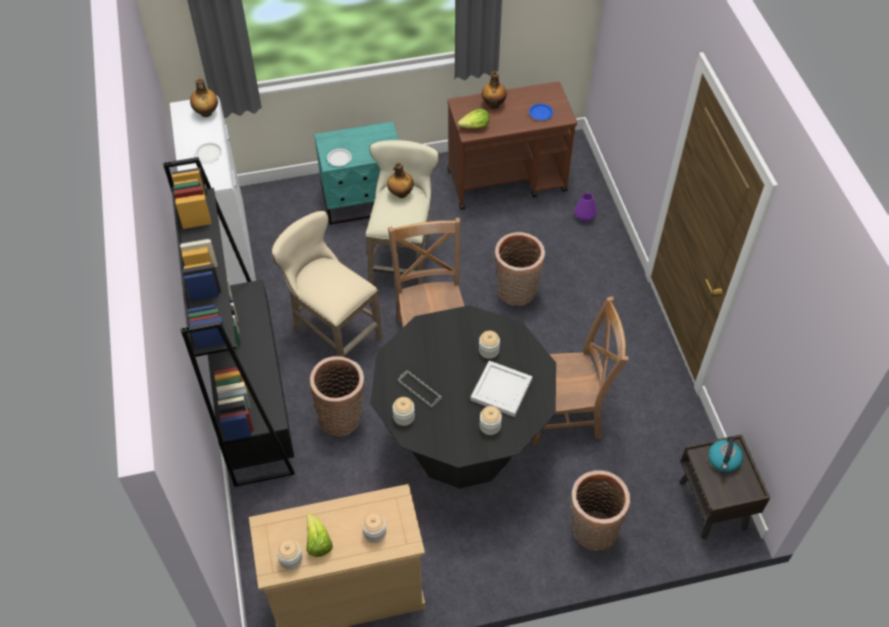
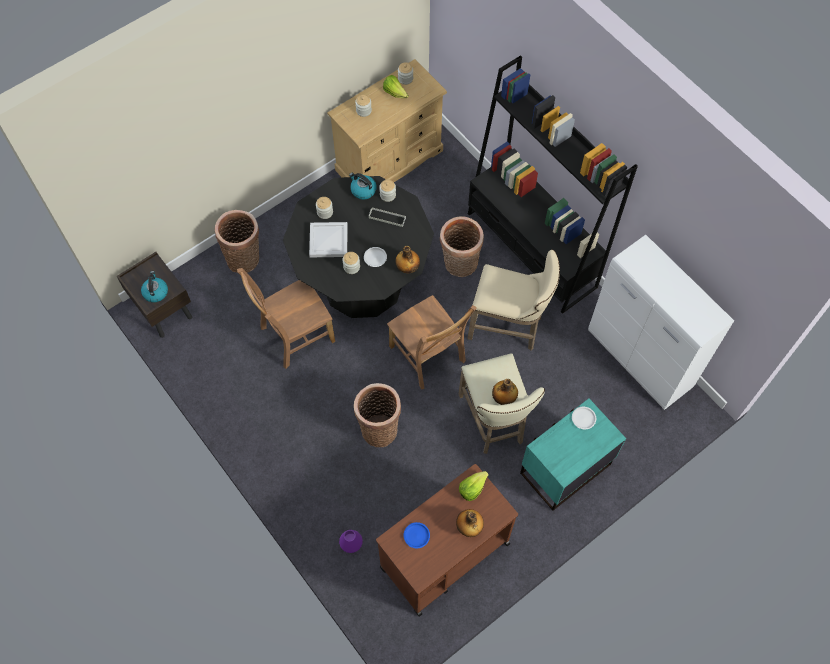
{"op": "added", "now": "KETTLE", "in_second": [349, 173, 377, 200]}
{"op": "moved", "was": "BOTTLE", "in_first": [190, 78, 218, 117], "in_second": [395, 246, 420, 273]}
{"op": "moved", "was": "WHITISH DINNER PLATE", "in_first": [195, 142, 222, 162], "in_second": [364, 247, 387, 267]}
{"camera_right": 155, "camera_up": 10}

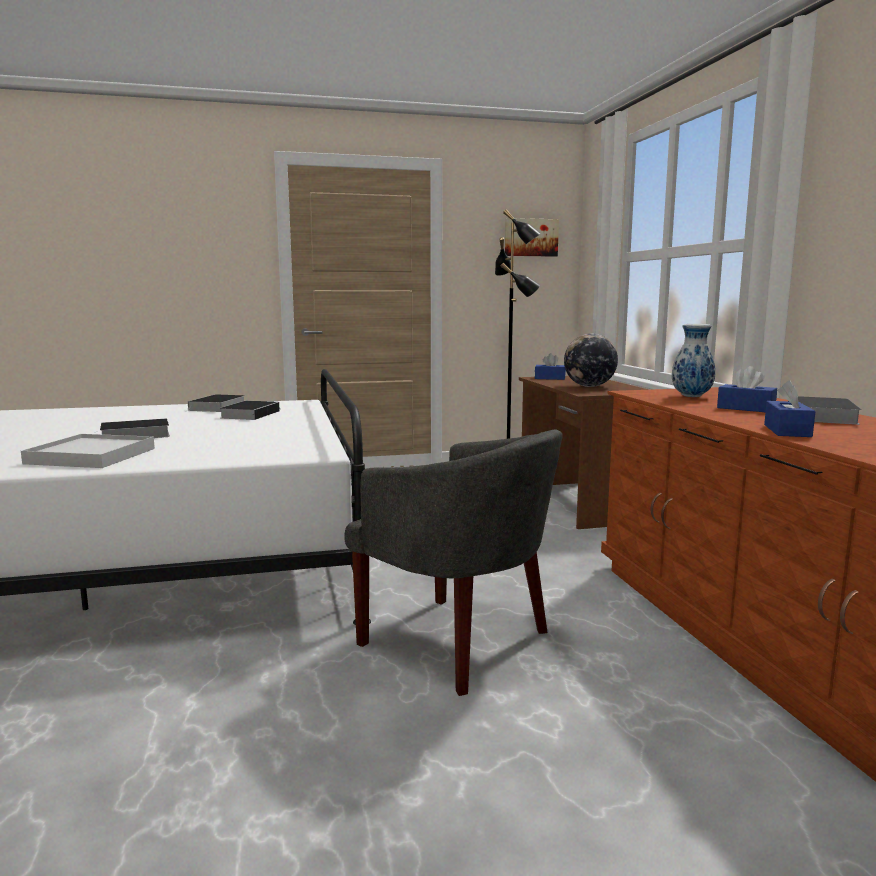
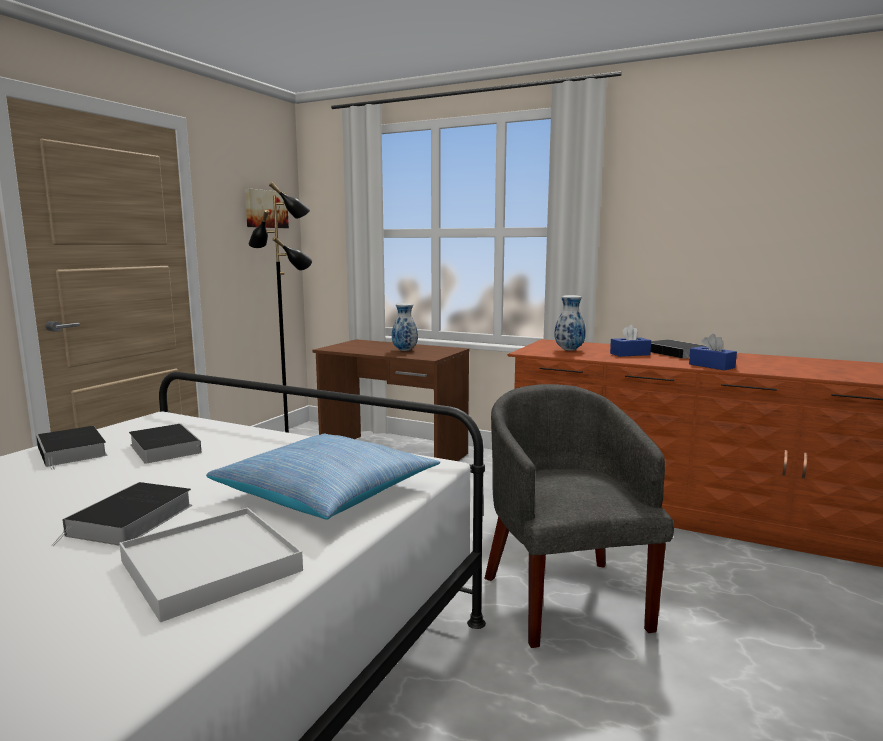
{"op": "removed", "was": "BLUE-COLOURED TISSUE HOLDER", "in_first": [535, 353, 566, 380]}
{"op": "added", "now": "PILLOW", "in_second": [206, 434, 440, 520]}
{"op": "replaced", "was": "WORLD GLOBE", "now": "FLOWER VASE", "in_first": [564, 333, 618, 387], "in_second": [392, 303, 418, 351]}
{"op": "turned", "was": "GREYISH EASY CHAIR", "in_first": [344, 430, 563, 696], "in_second": [484, 384, 674, 648], "clockwise": -90}
{"camera_right": -50, "camera_up": 0}

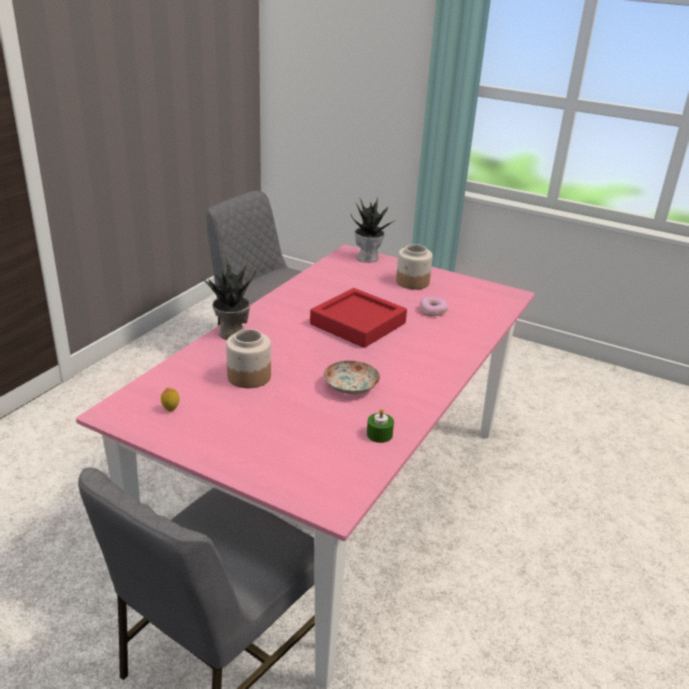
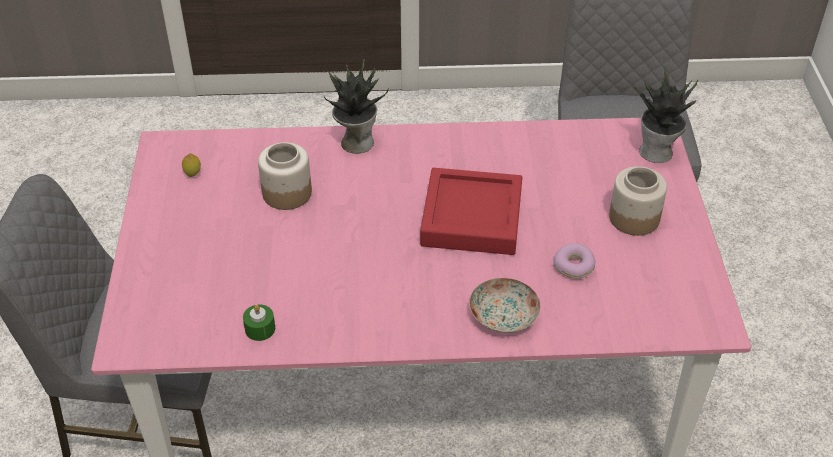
{"op": "moved", "was": "DINNER PLATE", "in_first": [323, 361, 380, 394], "in_second": [469, 278, 541, 333]}
{"camera_right": 60, "camera_up": 15}

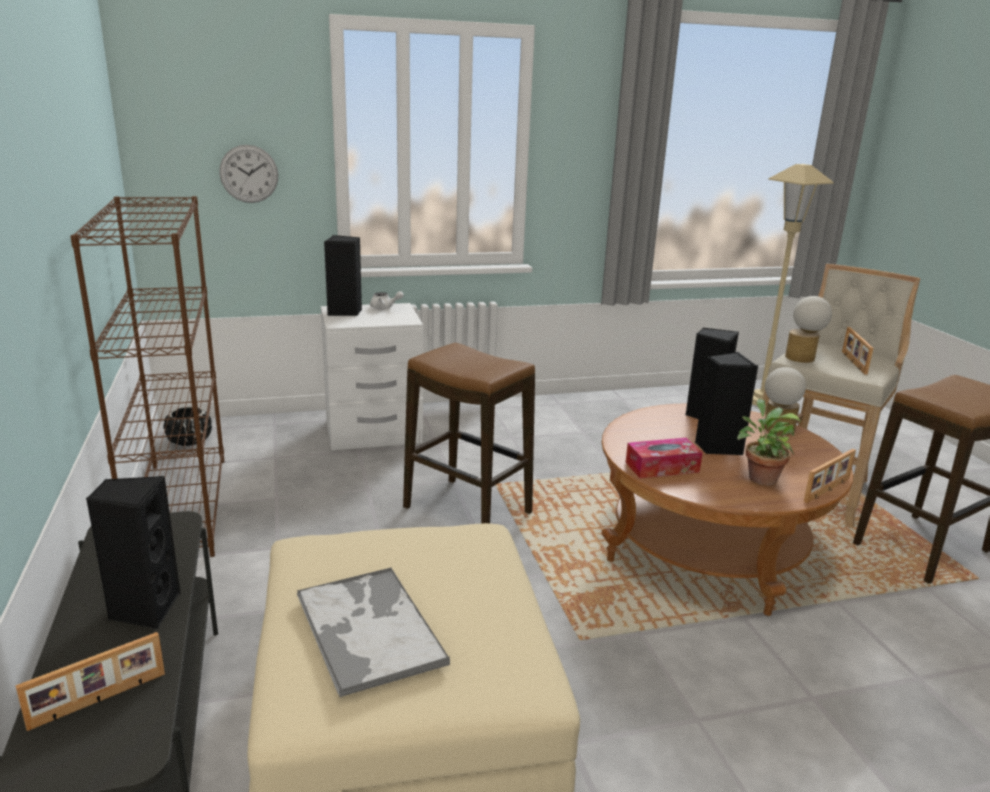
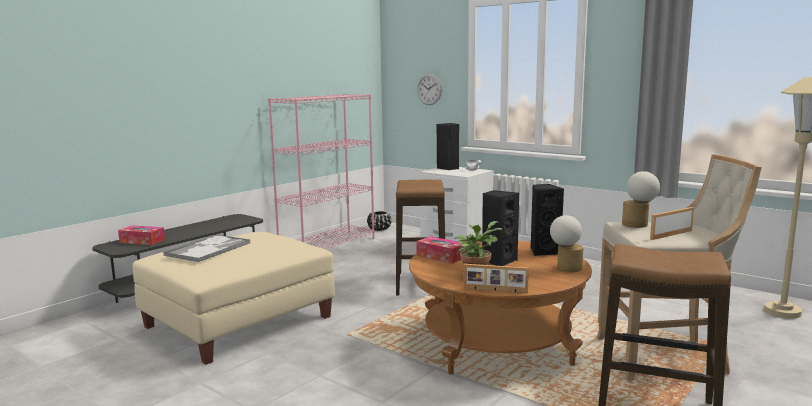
{"op": "removed", "was": "BLACK-COLOURED AUDIO SPEAKER", "in_first": [86, 476, 181, 629]}
{"op": "replaced", "was": "PHOTO FRAME", "now": "TISSUE HOLDER", "in_first": [15, 632, 165, 731], "in_second": [118, 225, 165, 245]}
{"op": "recoloured", "was": "BROWN-COLOURED BOOKCASE", "now": "PINKISH BOOKCASE", "in_first": [70, 196, 224, 557], "in_second": [268, 94, 375, 249]}
{"camera_right": 55, "camera_up": -10}

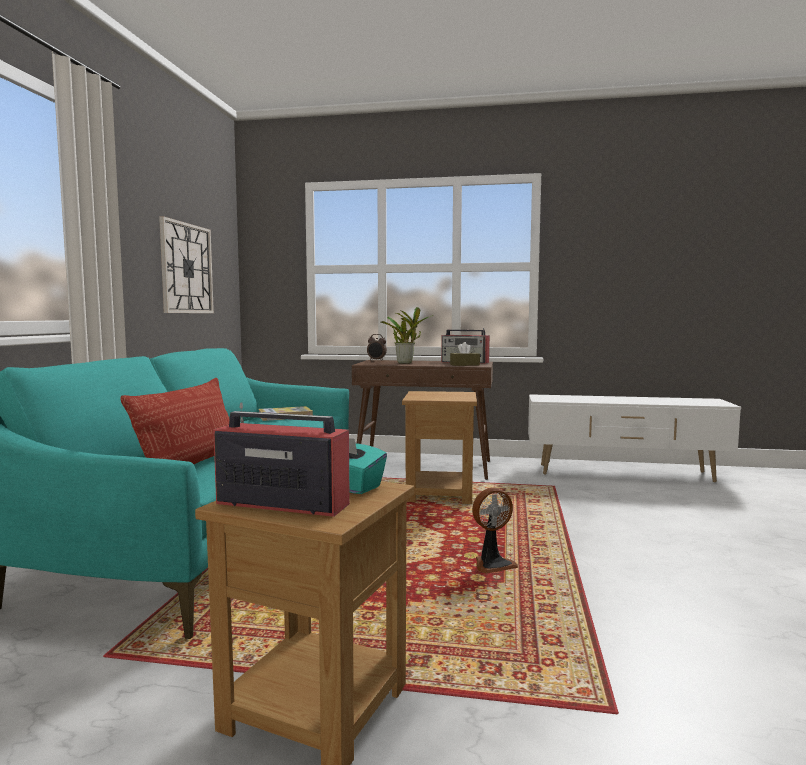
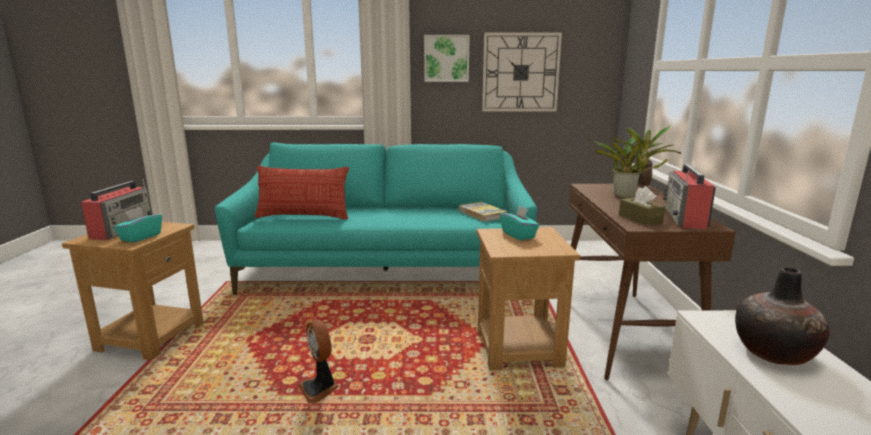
{"op": "added", "now": "PICTURE", "in_second": [424, 35, 470, 82]}
{"op": "added", "now": "TURQUOISE-COLOURED TISSUE HOLDER", "in_second": [500, 205, 540, 240]}
{"op": "added", "now": "FLOWER VASE", "in_second": [735, 267, 829, 365]}
{"camera_right": 80, "camera_up": 10}

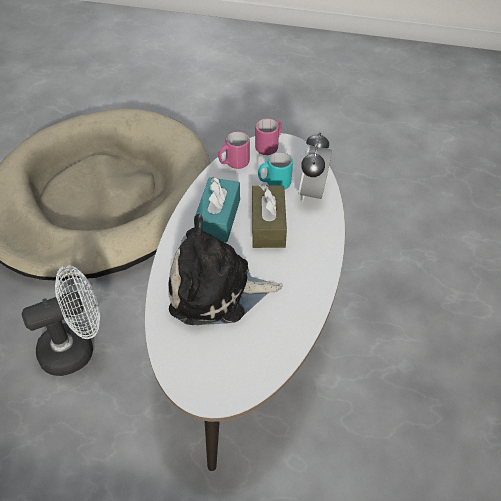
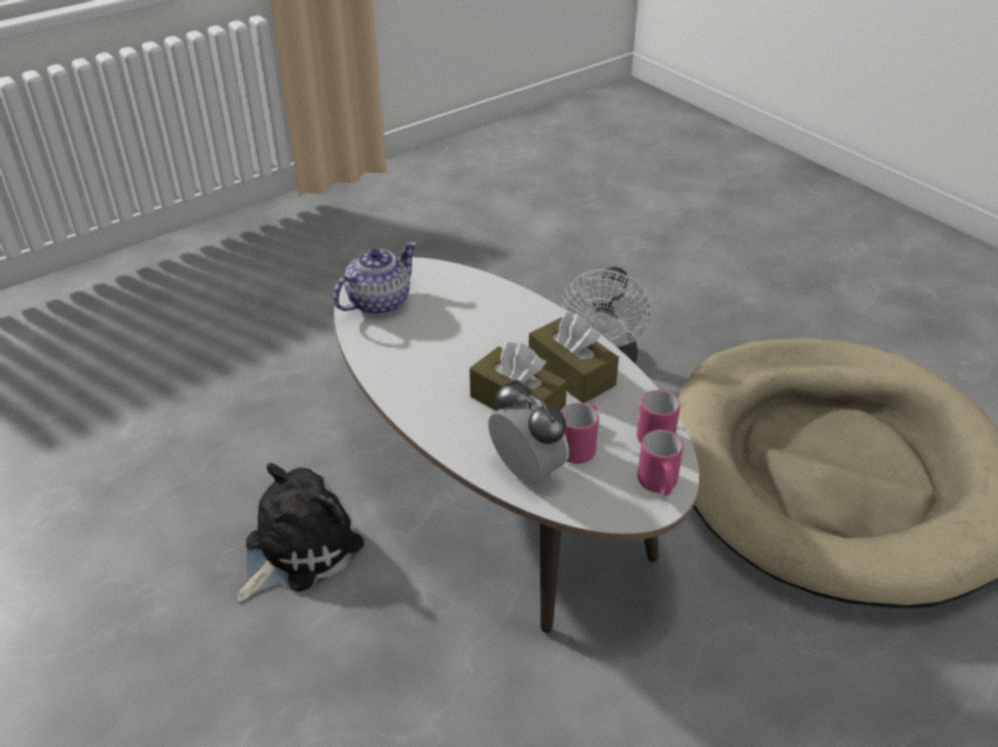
{"op": "added", "now": "TEAPOT", "in_second": [333, 241, 417, 315]}
{"op": "moved", "was": "SOFT TOY", "in_first": [168, 214, 283, 325], "in_second": [237, 463, 364, 602]}
{"op": "recoloured", "was": "TURQUOISE-COLOURED TISSUE HOLDER", "now": "BROWN-COLOURED TISSUE HOLDER", "in_first": [194, 177, 240, 242], "in_second": [529, 312, 619, 403]}
{"op": "recoloured", "was": "TURQUOISE-COLOURED MUG", "now": "PINKISH MUG", "in_first": [258, 152, 293, 189], "in_second": [560, 403, 599, 464]}
{"camera_right": 130, "camera_up": -10}

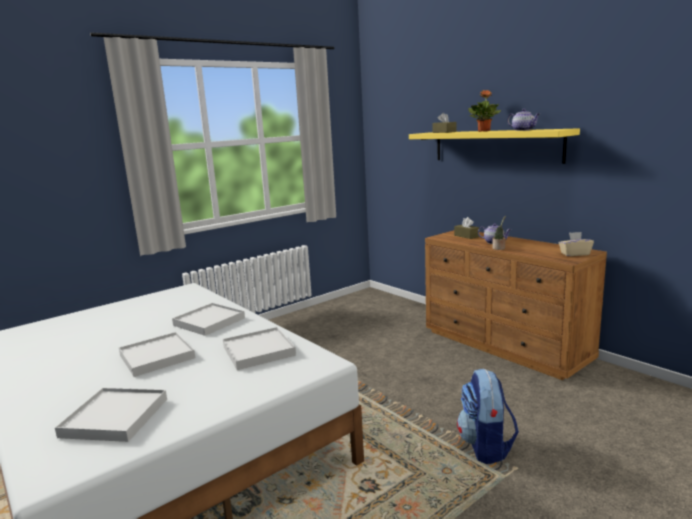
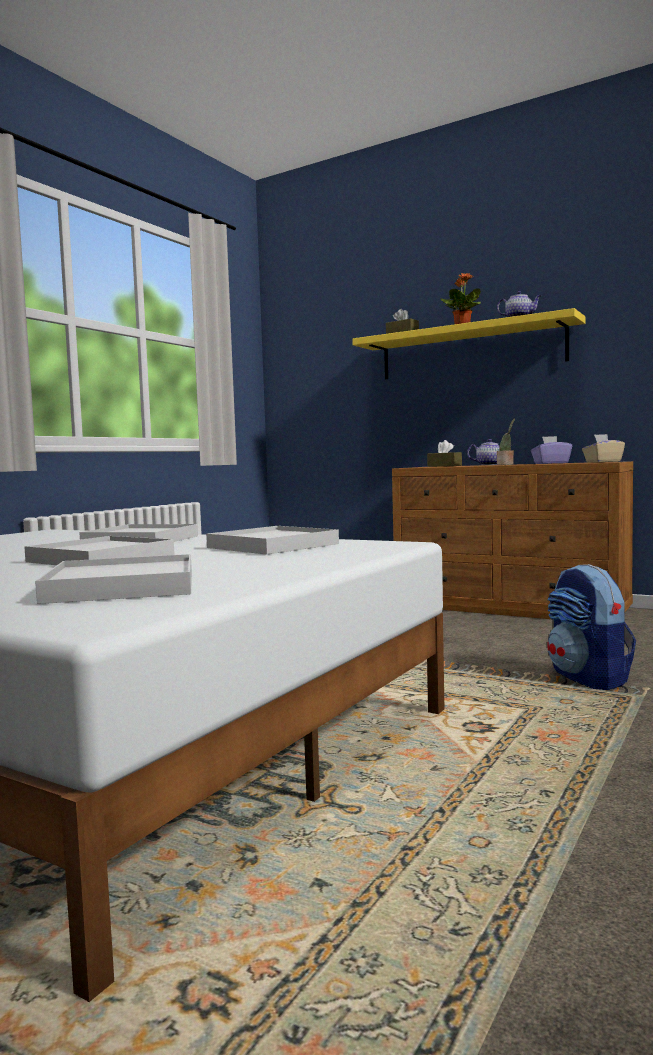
{"op": "added", "now": "PURPLE-COLOURED TISSUE HOLDER", "in_second": [531, 436, 572, 464]}
{"camera_right": -20, "camera_up": -10}

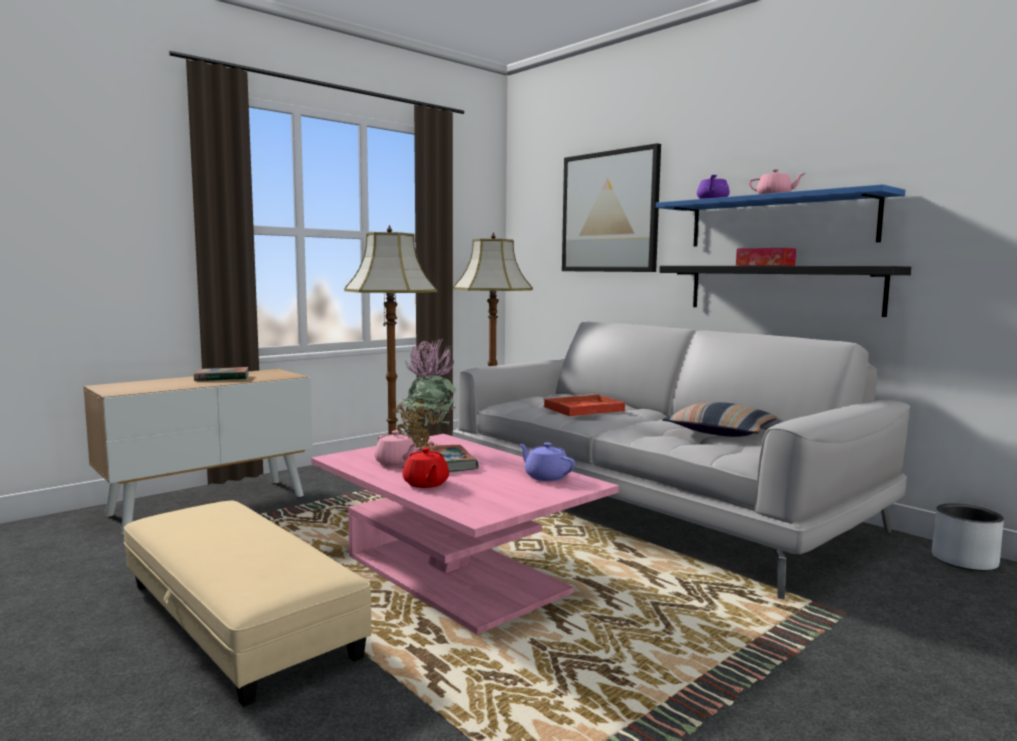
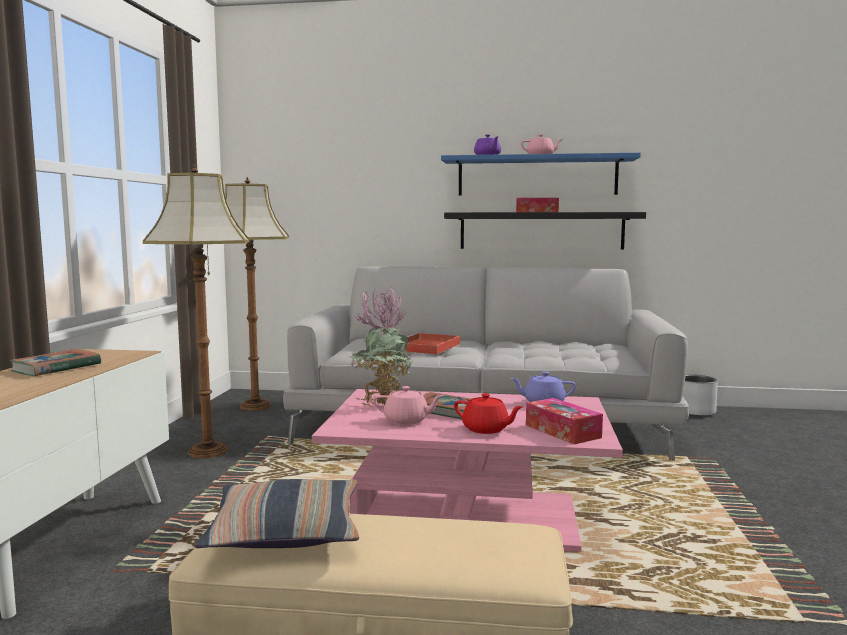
{"op": "removed", "was": "PICTURE", "in_first": [562, 143, 661, 272]}
{"op": "added", "now": "TISSUE HOLDER", "in_second": [526, 398, 603, 444]}
{"op": "moved", "was": "PILLOW", "in_first": [662, 402, 777, 437], "in_second": [195, 479, 359, 548]}
{"camera_right": -40, "camera_up": 0}

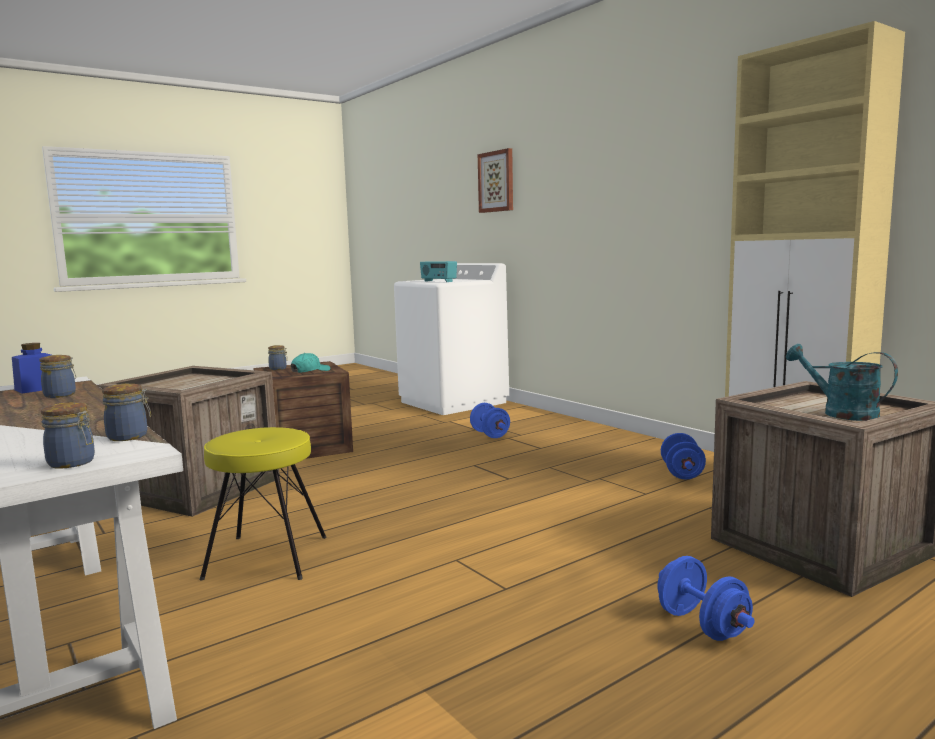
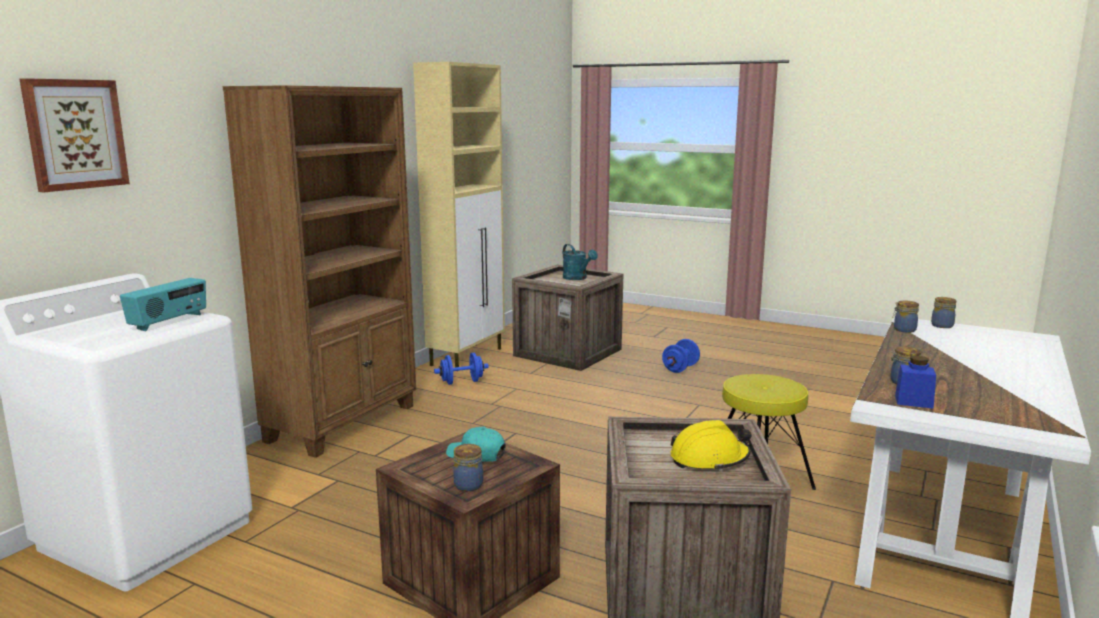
{"op": "removed", "was": "BLUE-COLOURED FREE WEIGHT", "in_first": [470, 403, 510, 438]}
{"op": "added", "now": "BROWN-COLOURED BOOKCASE", "in_second": [222, 85, 416, 458]}
{"op": "added", "now": "YELLOW-COLOURED WORK HELMET", "in_second": [671, 420, 752, 472]}
{"op": "turned", "was": "TURQUOISE-COLOURED SPRINKLING CAN", "in_first": [786, 344, 898, 421], "in_second": [563, 244, 598, 280], "clockwise": -60}
{"camera_right": -115, "camera_up": 5}

